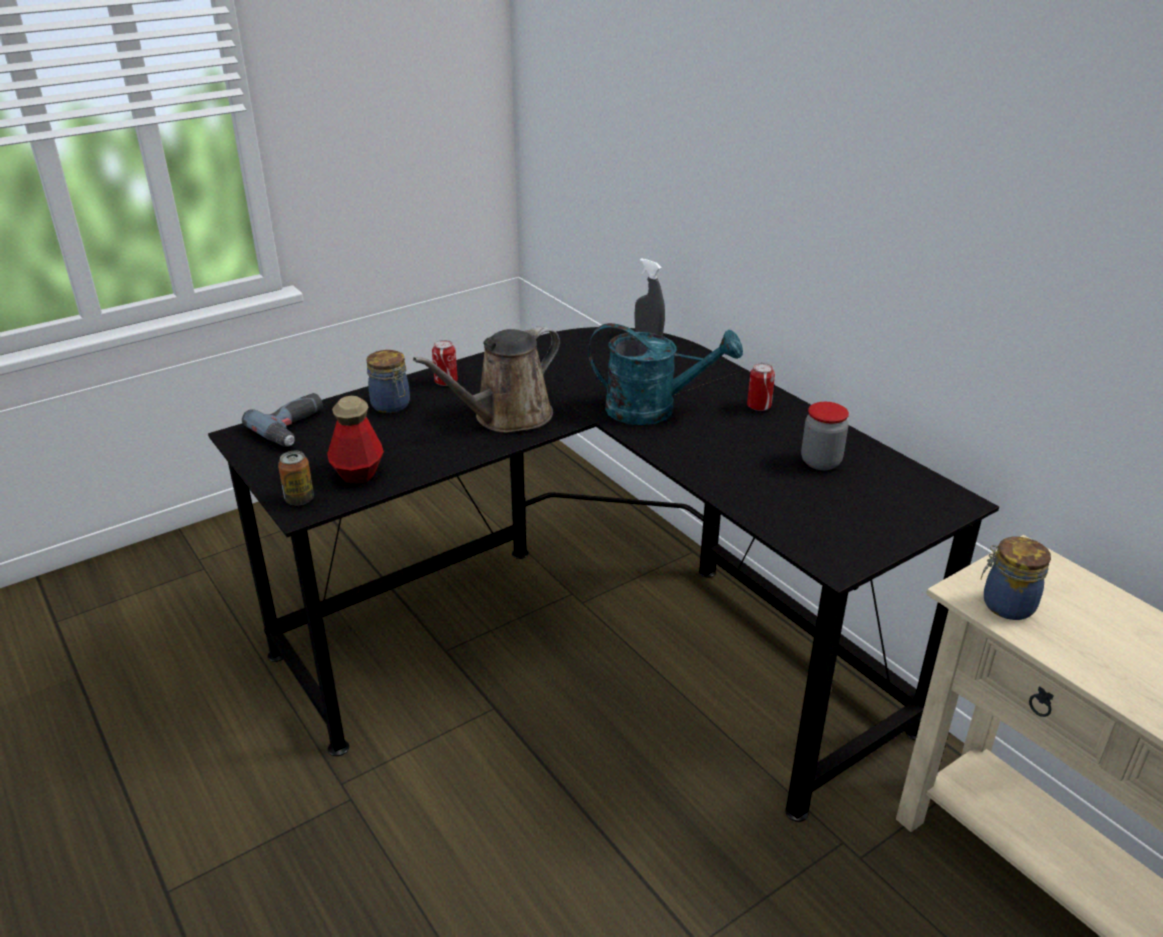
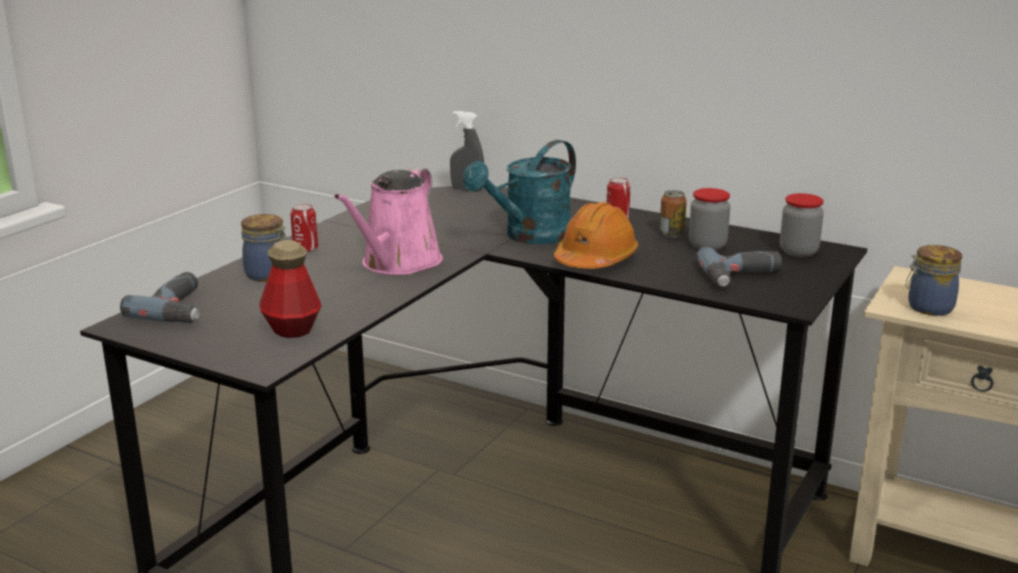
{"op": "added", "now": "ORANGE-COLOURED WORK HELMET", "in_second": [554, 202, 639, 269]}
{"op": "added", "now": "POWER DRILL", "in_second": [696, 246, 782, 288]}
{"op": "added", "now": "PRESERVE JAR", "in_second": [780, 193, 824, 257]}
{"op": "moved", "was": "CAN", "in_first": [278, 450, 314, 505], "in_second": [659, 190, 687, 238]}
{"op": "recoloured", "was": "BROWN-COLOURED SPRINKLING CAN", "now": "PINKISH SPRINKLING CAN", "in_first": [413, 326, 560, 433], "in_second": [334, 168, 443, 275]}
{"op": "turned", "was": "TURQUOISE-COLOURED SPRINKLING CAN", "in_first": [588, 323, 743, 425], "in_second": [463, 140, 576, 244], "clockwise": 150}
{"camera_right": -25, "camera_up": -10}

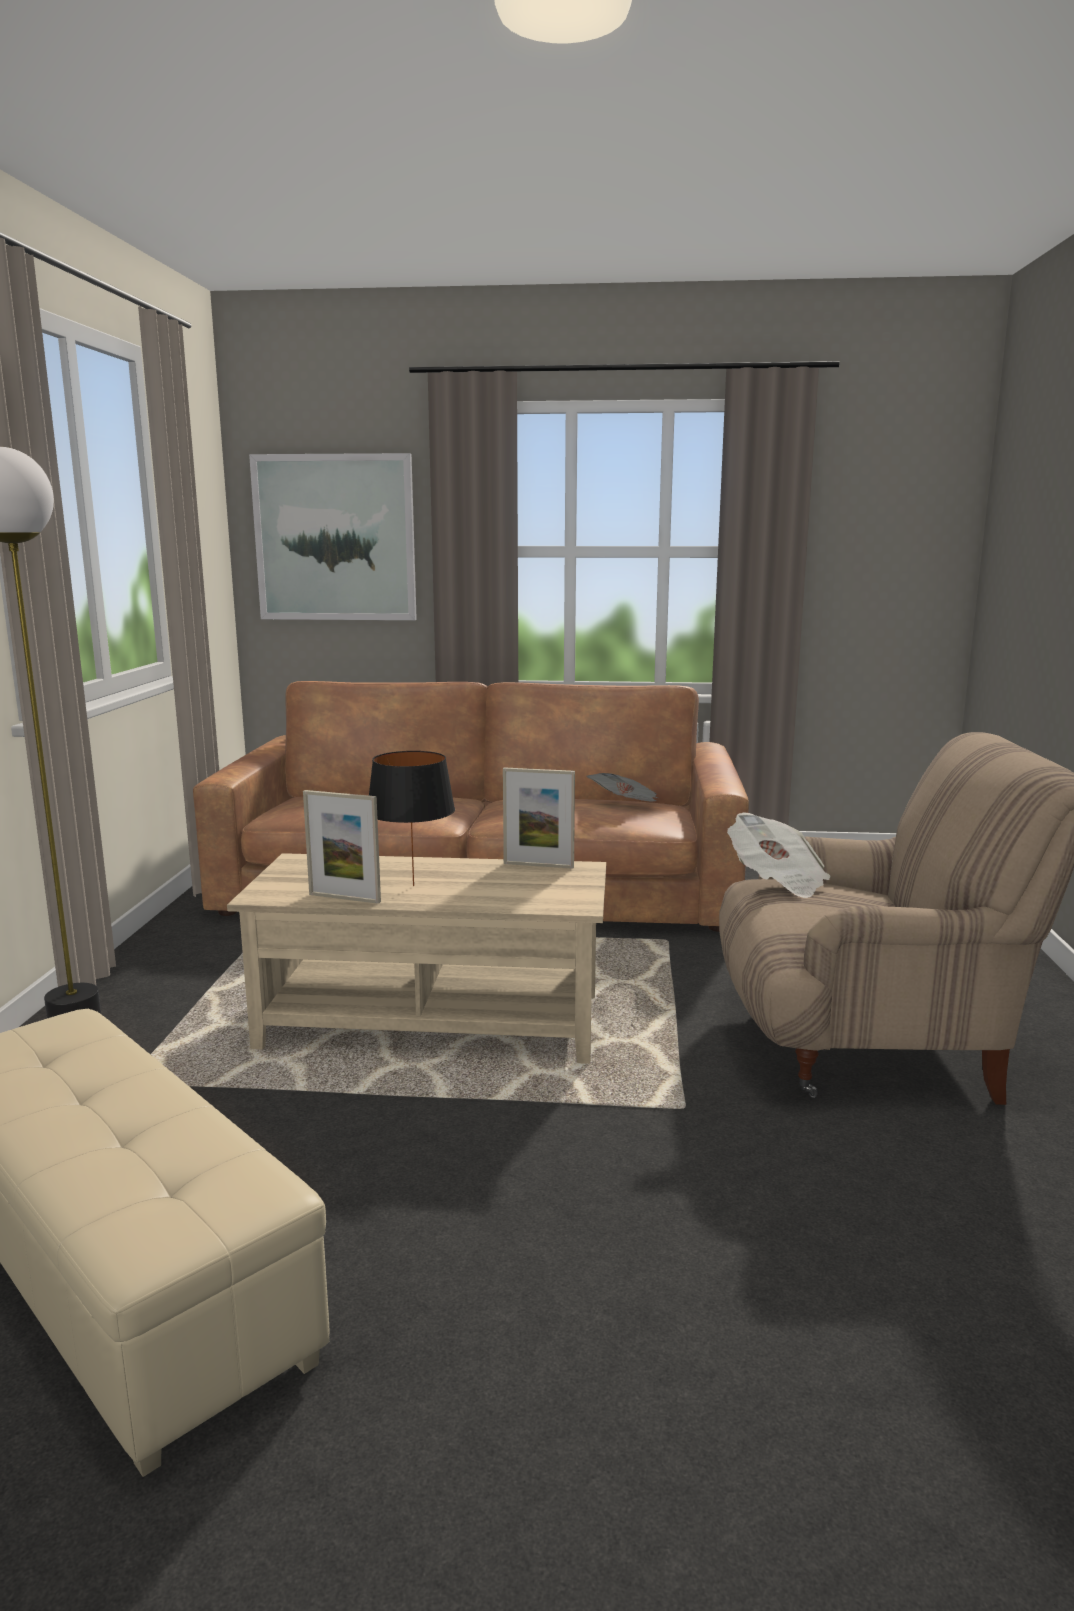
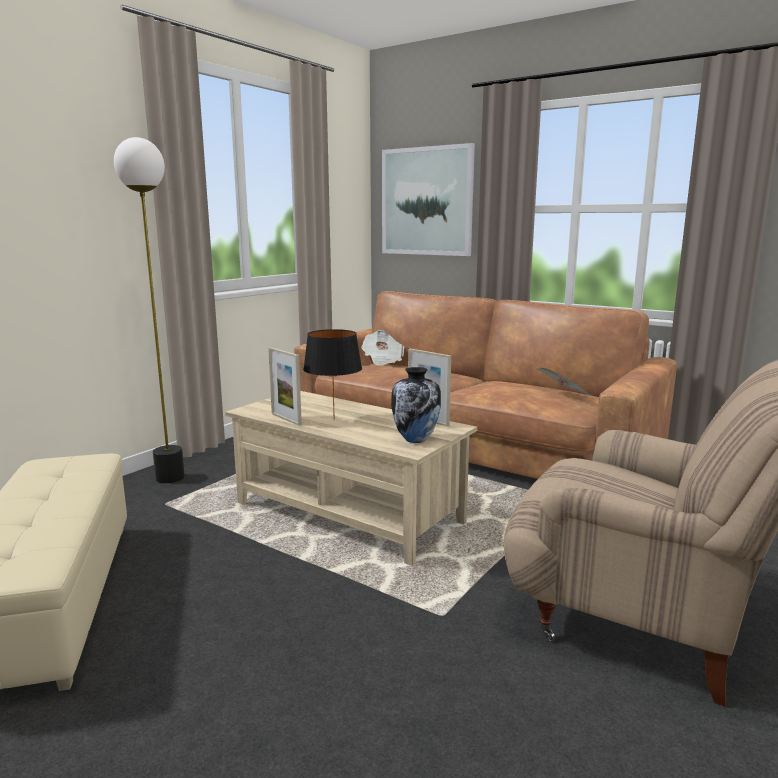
{"op": "added", "now": "FLOWER VASE", "in_second": [391, 367, 441, 443]}
{"op": "moved", "was": "PRINTED PAPER", "in_first": [727, 813, 831, 898], "in_second": [361, 330, 404, 365]}
{"camera_right": 30, "camera_up": 0}

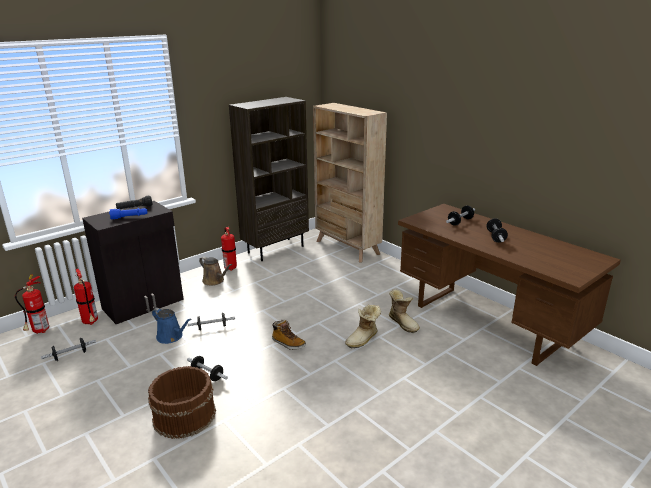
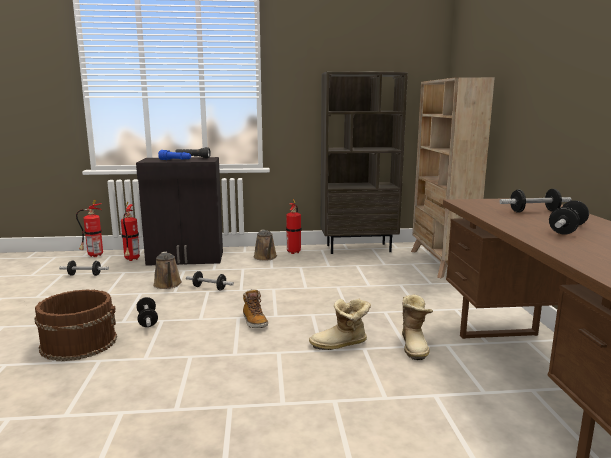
{"op": "recoloured", "was": "BLUE-COLOURED SPRINKLING CAN", "now": "BROWN-COLOURED SPRINKLING CAN", "in_first": [152, 308, 192, 344], "in_second": [153, 252, 182, 289]}
{"camera_right": 35, "camera_up": -10}

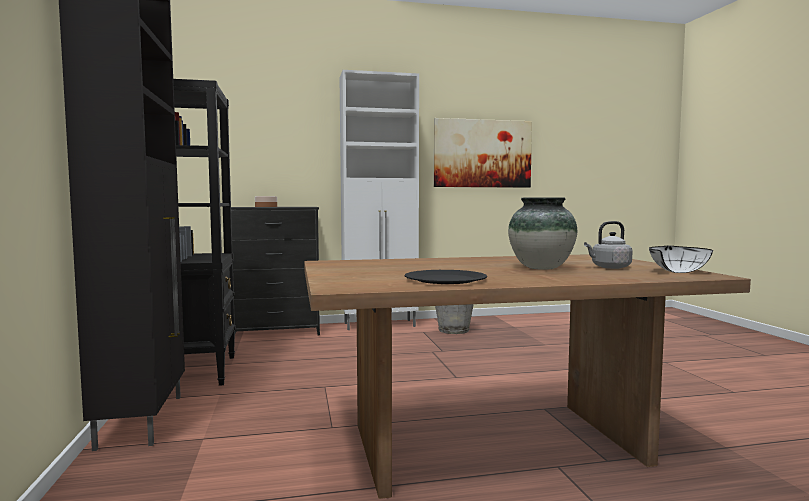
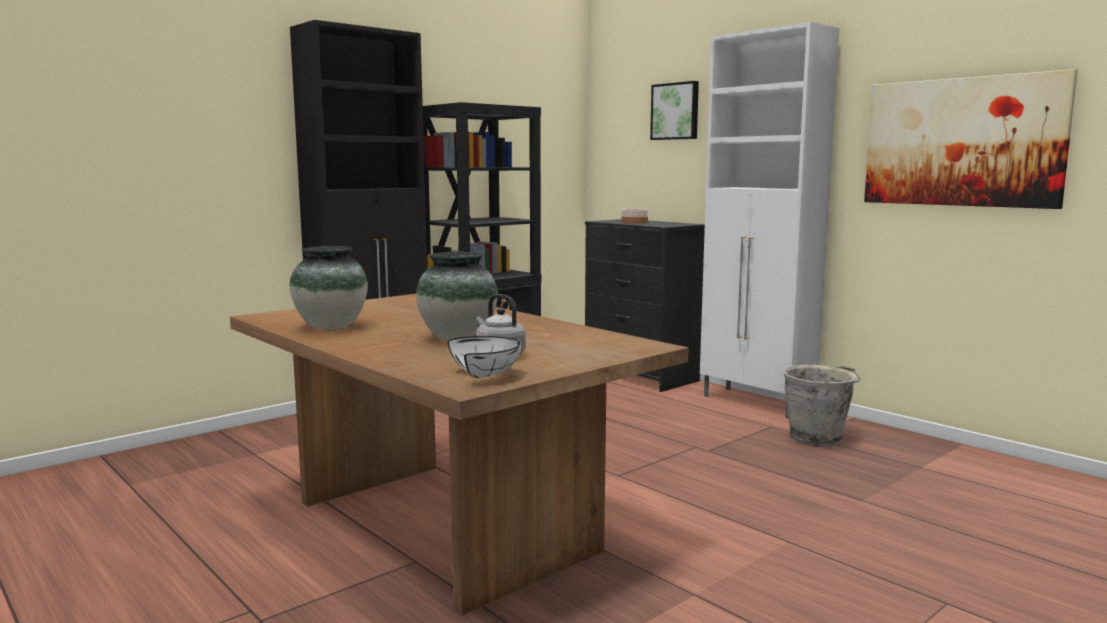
{"op": "added", "now": "PICTURE", "in_second": [650, 81, 699, 140]}
{"op": "replaced", "was": "BLACK-COLOURED DINNER PLATE", "now": "FLOWER VASE", "in_first": [405, 270, 487, 284], "in_second": [289, 246, 368, 330]}
{"camera_right": 60, "camera_up": 5}

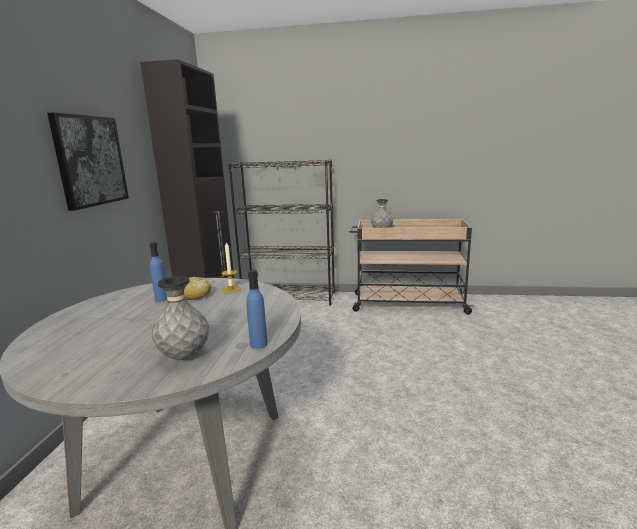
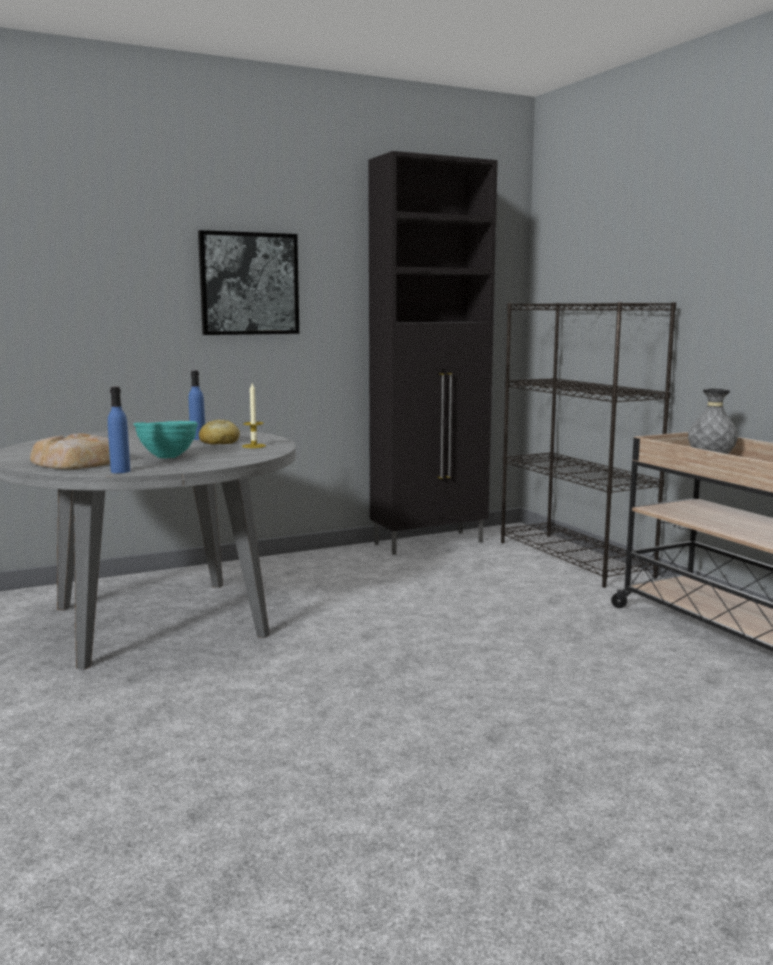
{"op": "added", "now": "TURQUOISE-COLOURED DEEP DISH", "in_second": [133, 421, 198, 458]}
{"op": "replaced", "was": "GREYISH FLOWER VASE", "now": "BREAD", "in_first": [152, 276, 209, 360], "in_second": [30, 433, 110, 469]}
{"camera_right": 55, "camera_up": -5}

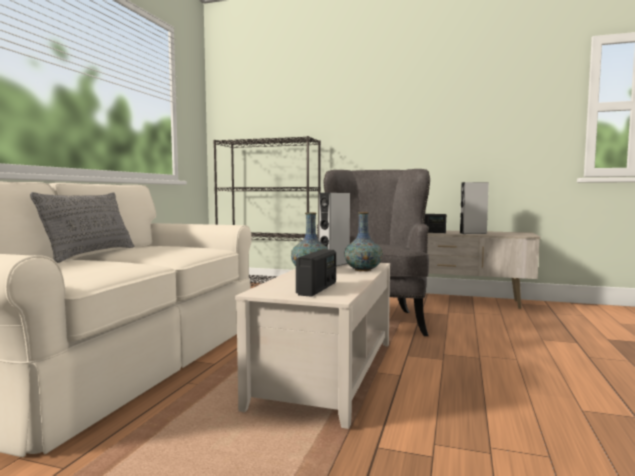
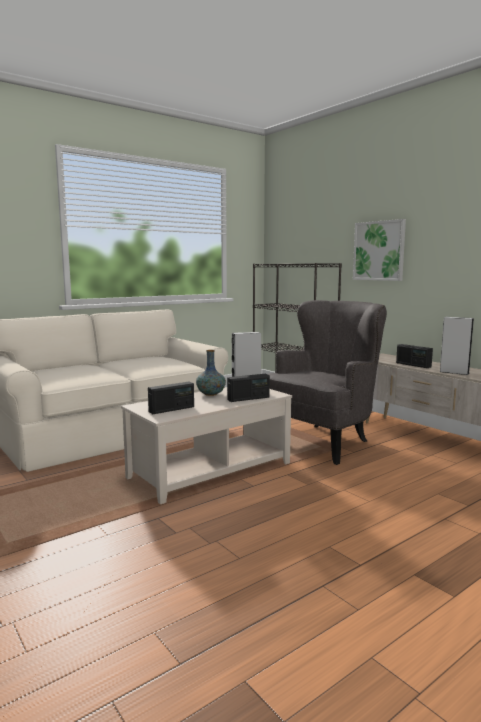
{"op": "removed", "was": "GREYISH PILLOW", "in_first": [30, 192, 134, 263]}
{"op": "added", "now": "PICTURE", "in_second": [353, 219, 406, 281]}
{"op": "replaced", "was": "FLOWER VASE", "now": "RADIO SET", "in_first": [345, 212, 383, 271], "in_second": [227, 374, 270, 402]}
{"camera_right": 35, "camera_up": 5}

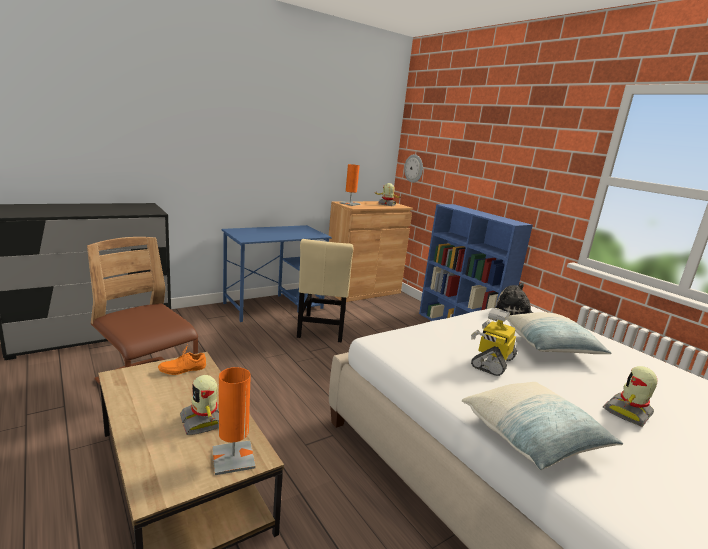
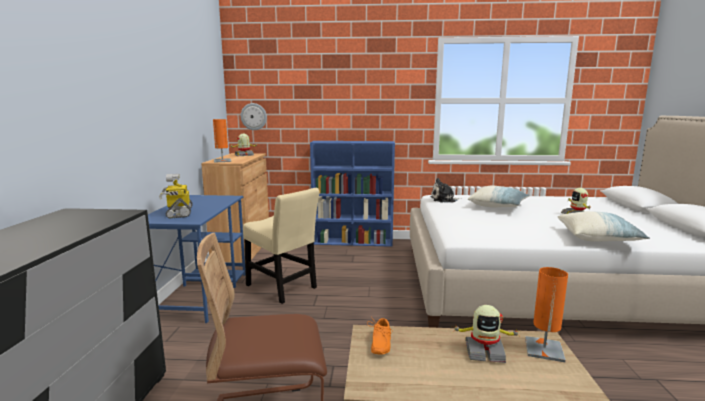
{"op": "moved", "was": "TOY ROBOT", "in_first": [471, 307, 517, 376], "in_second": [159, 174, 193, 219]}
{"camera_right": -50, "camera_up": -5}

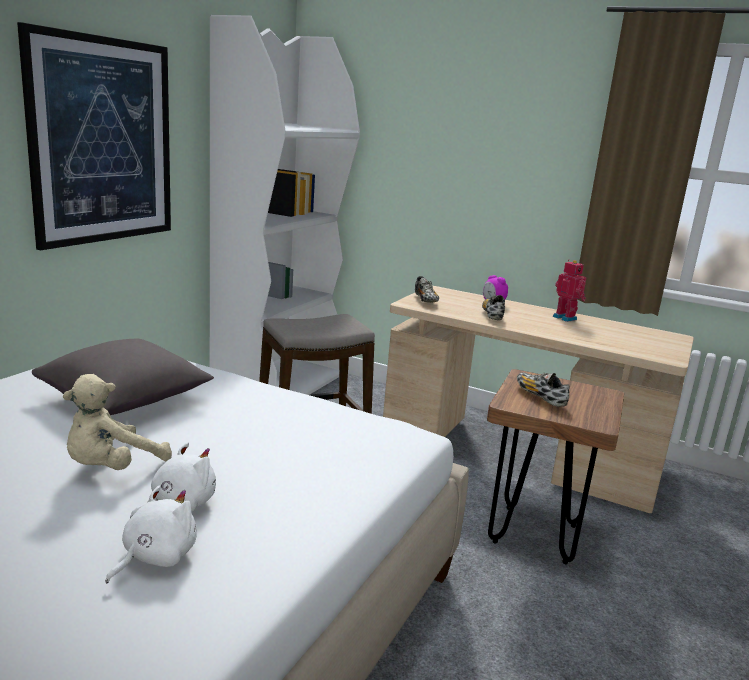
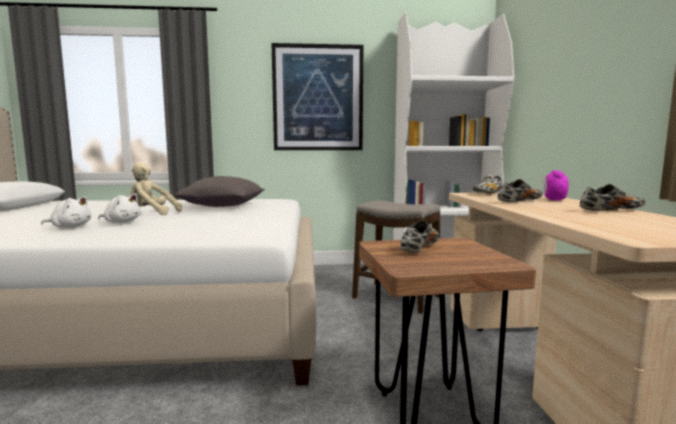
{"op": "replaced", "was": "TOY ROBOT", "now": "ITEM OF FOOTWEAR", "in_first": [553, 260, 587, 322], "in_second": [580, 184, 646, 211]}
{"camera_right": 60, "camera_up": -10}

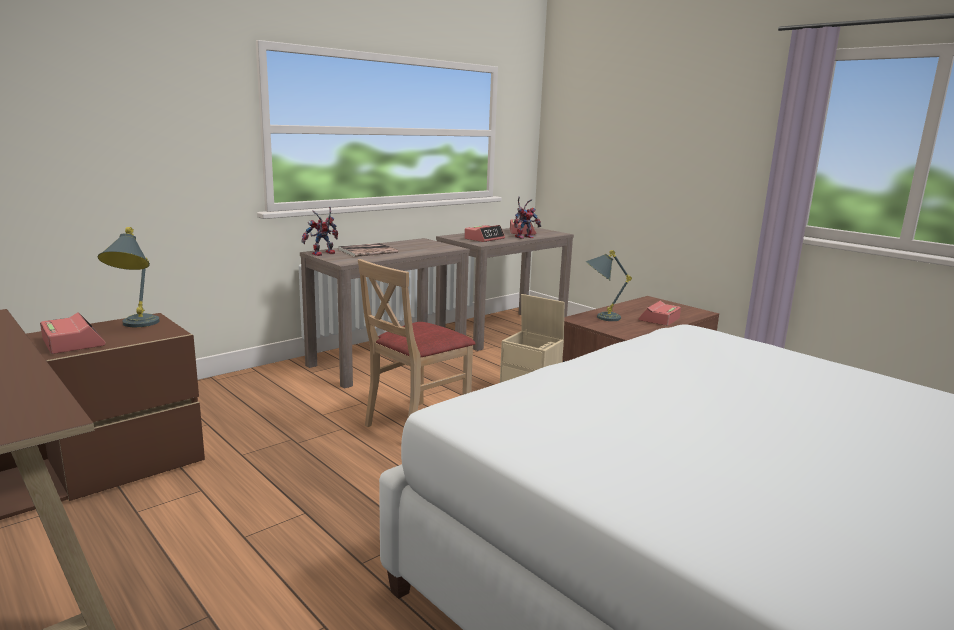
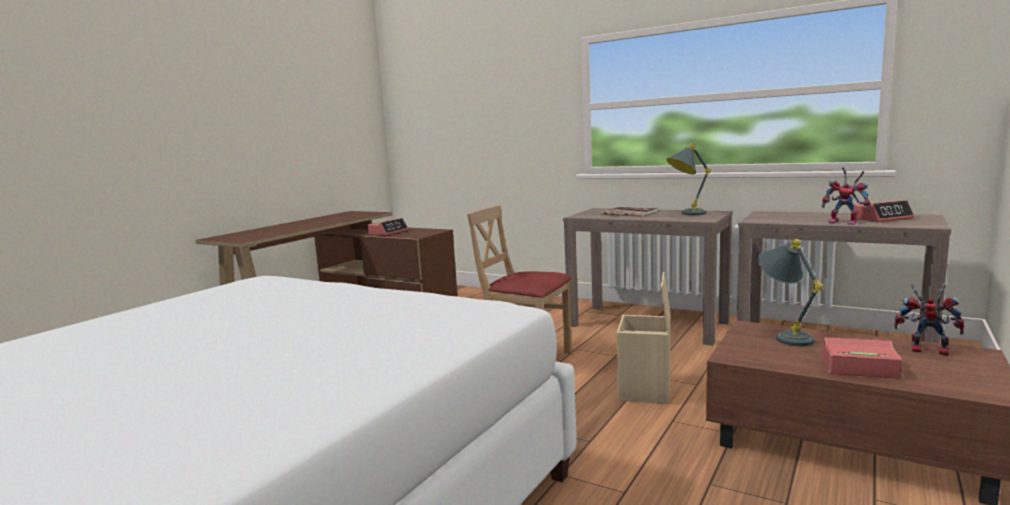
{"op": "removed", "was": "ALARM CLOCK", "in_first": [464, 225, 505, 242]}
{"op": "moved", "was": "GREYISH LAMP FOR A TABLE", "in_first": [97, 227, 160, 327], "in_second": [667, 144, 711, 215]}
{"op": "moved", "was": "TOY ROBOT", "in_first": [301, 207, 338, 256], "in_second": [894, 283, 964, 356]}
{"camera_right": 75, "camera_up": -5}

